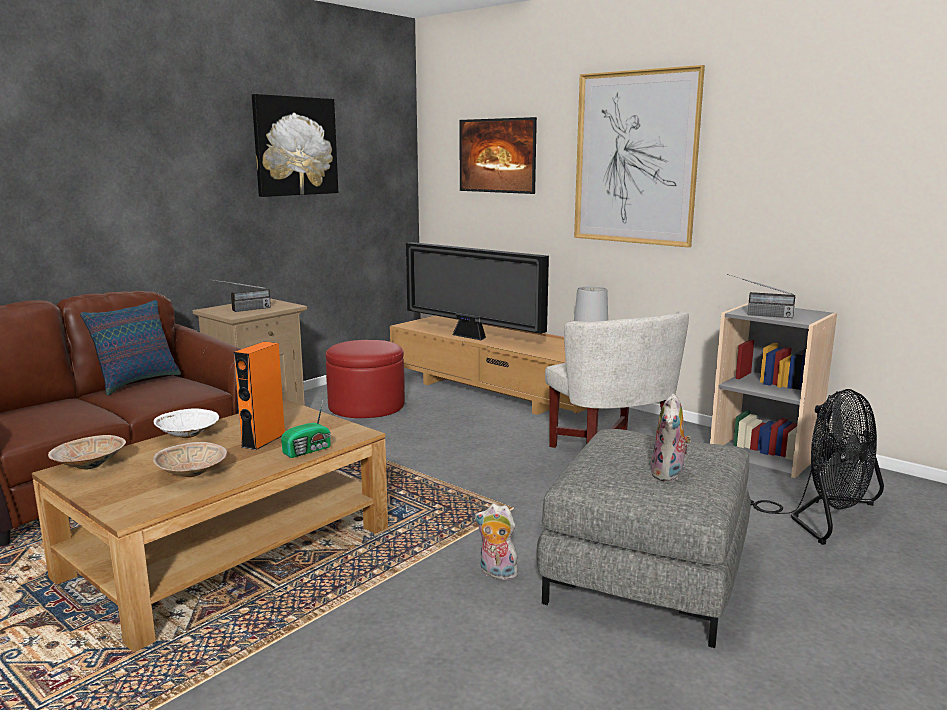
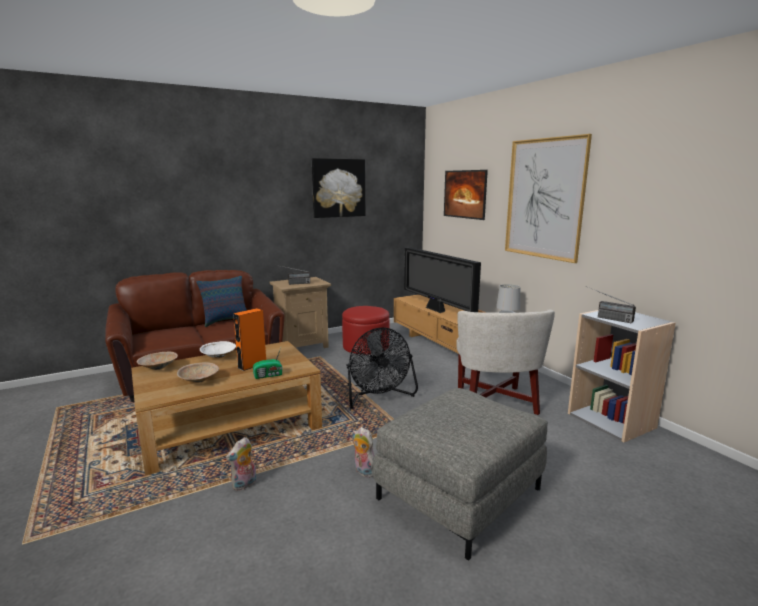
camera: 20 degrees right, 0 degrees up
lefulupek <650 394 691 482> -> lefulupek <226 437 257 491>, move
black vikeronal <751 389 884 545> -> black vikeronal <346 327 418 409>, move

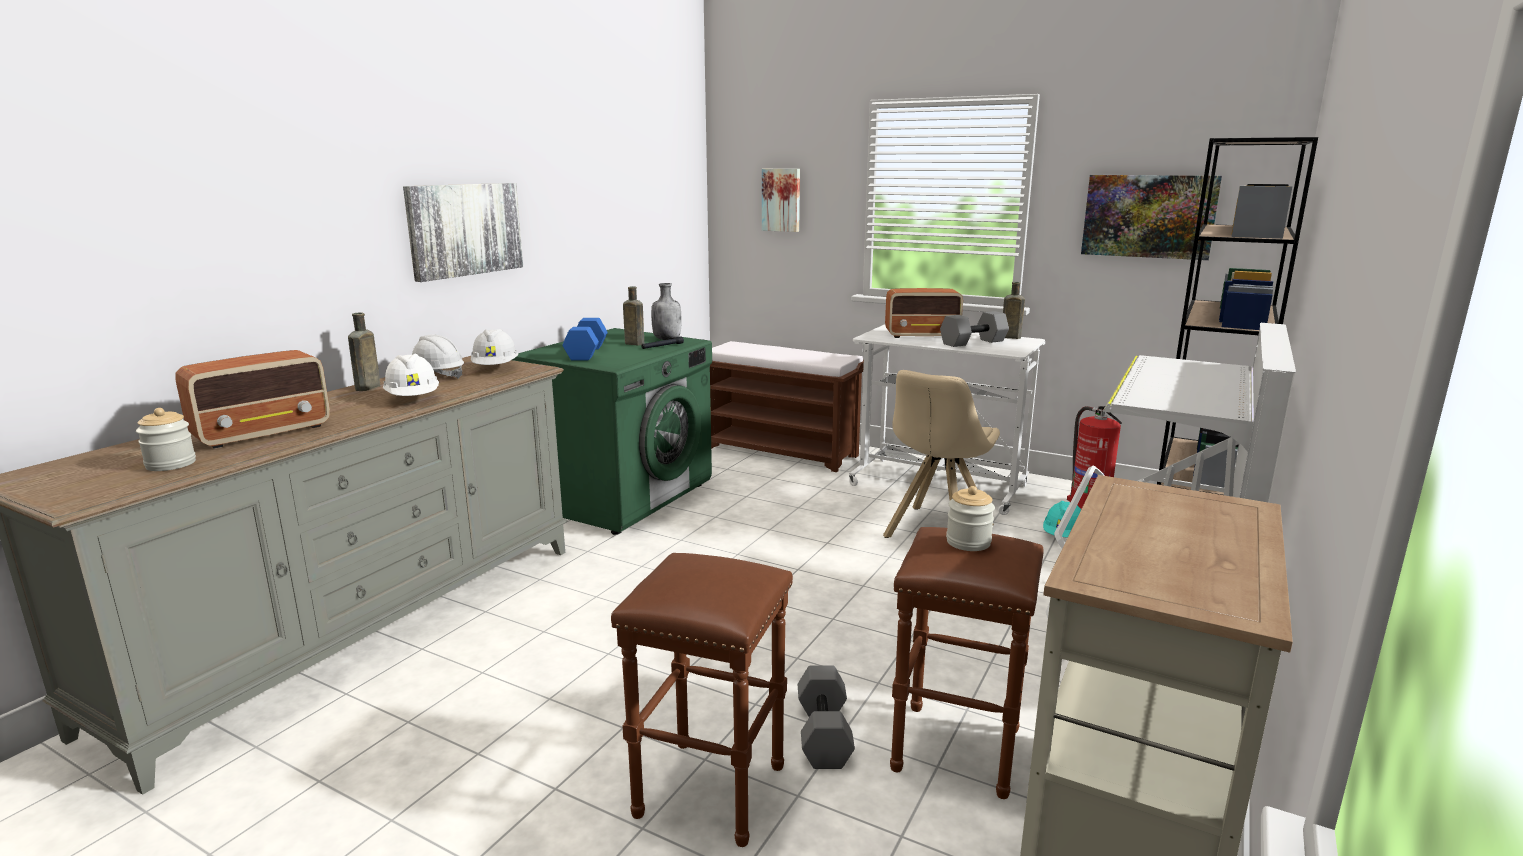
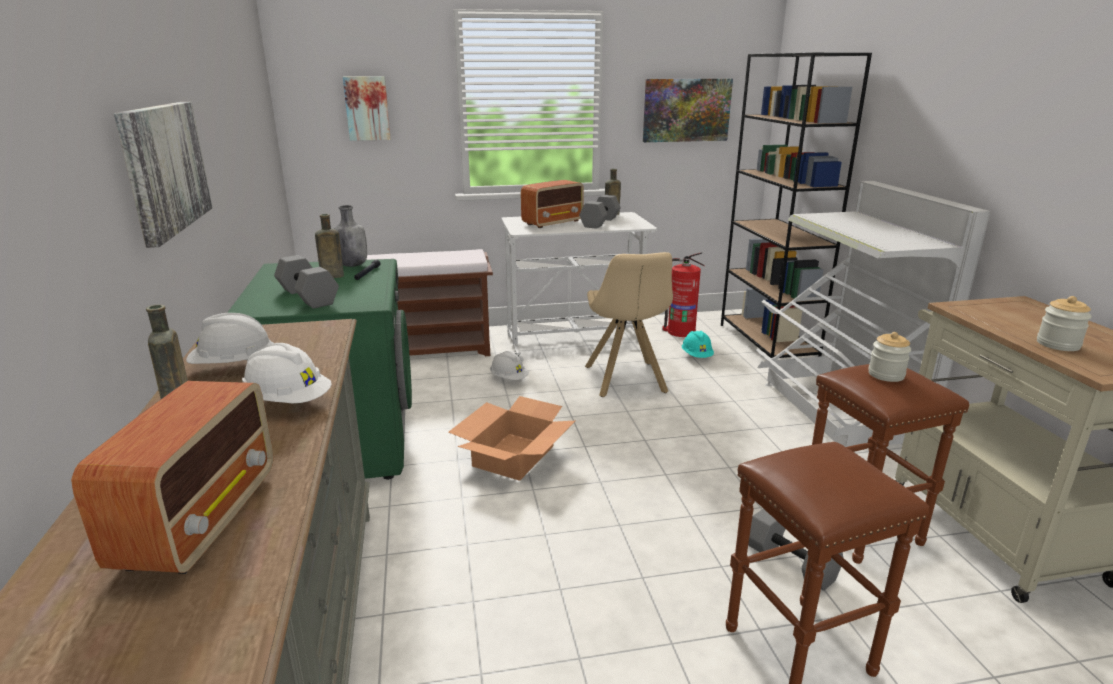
camera: 40 degrees left, 5 degrees up
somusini <136 408 196 471> -> somusini <1037 296 1092 351>, move
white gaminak <471 329 518 365> -> white gaminak <490 351 529 380>, move
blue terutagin <562 318 608 361> -> grey terutagin <274 255 339 309>
none -> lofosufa <449 396 575 481>

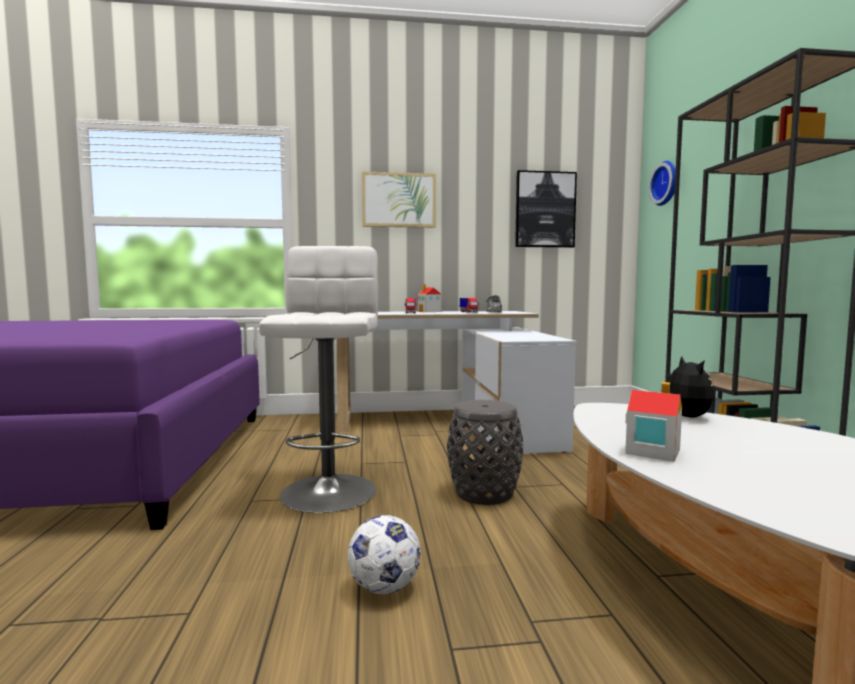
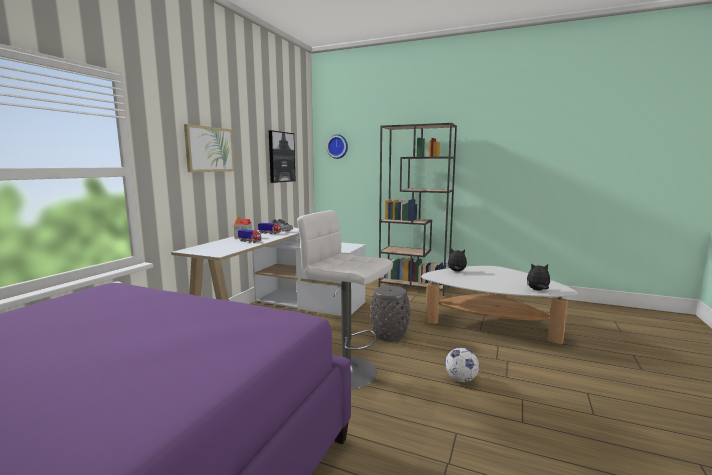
camera: 60 degrees left, 5 degrees up
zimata <625 382 682 462> -> none
none -> lefulupek <527 263 550 290>

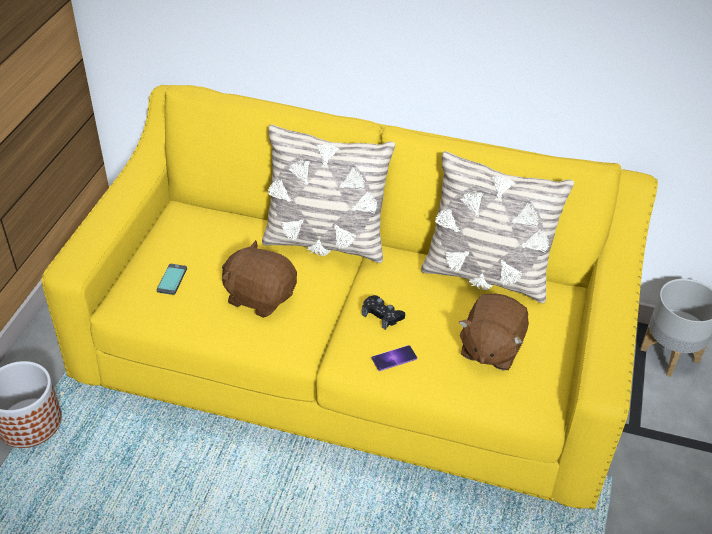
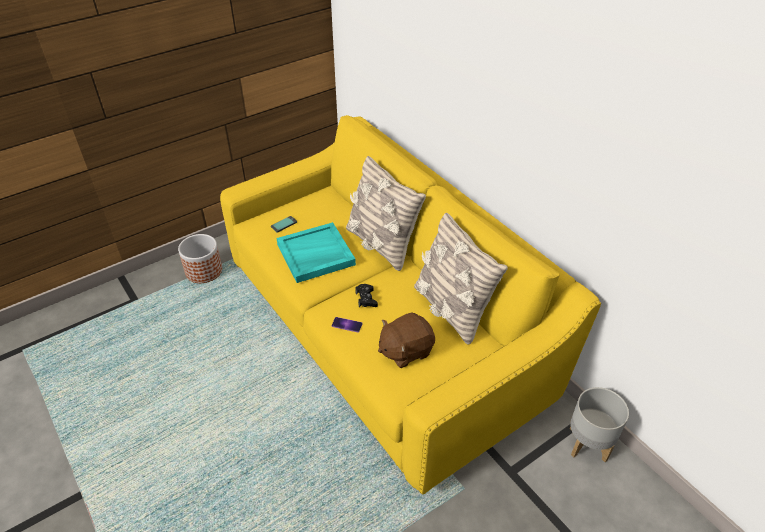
camera: 40 degrees right, 0 degrees up
brown lefulupek <222 240 297 318> -> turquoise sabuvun <277 222 356 283>

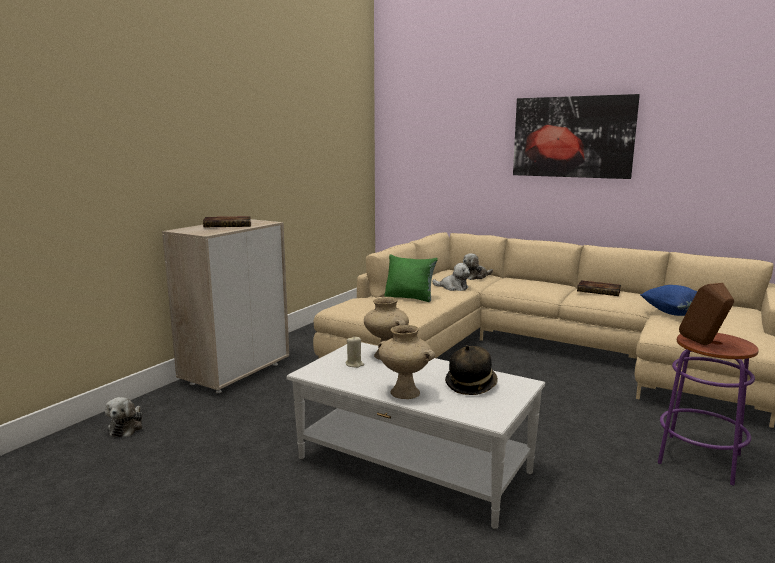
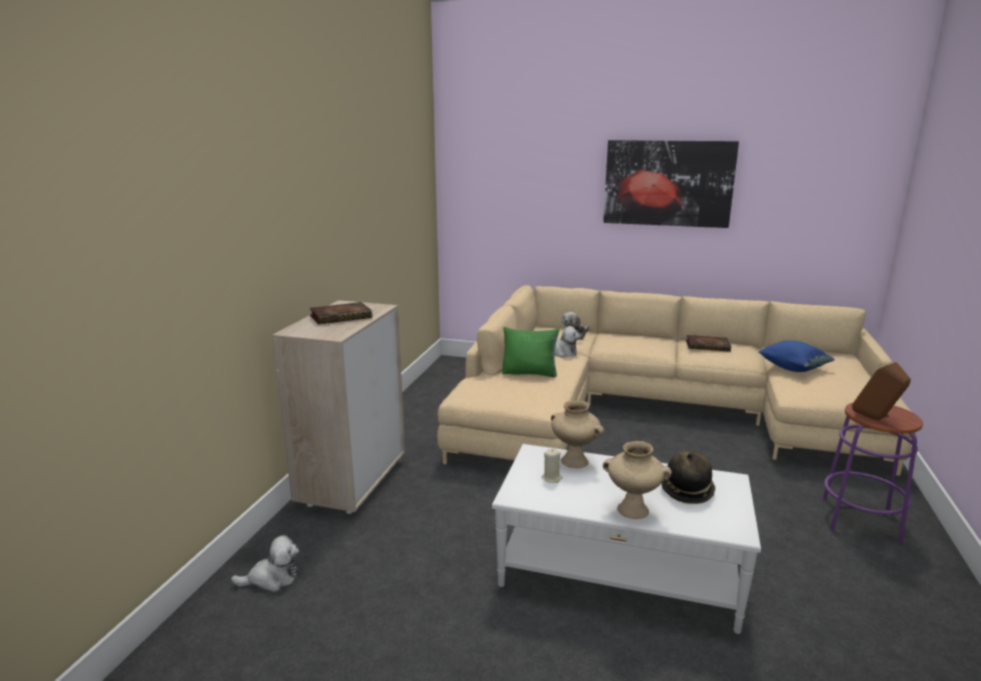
camera: 15 degrees left, 5 degrees up
lefulupek <105 397 143 437> -> lefulupek <231 535 299 592>, 90 degrees counterclockwise

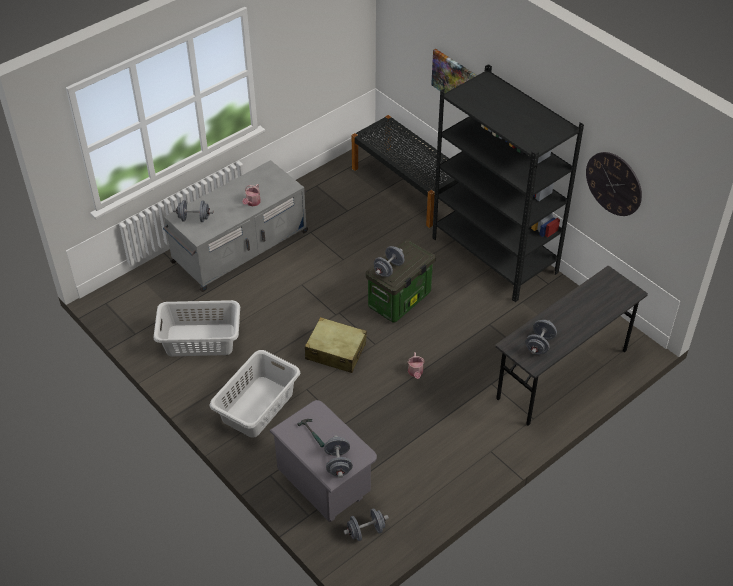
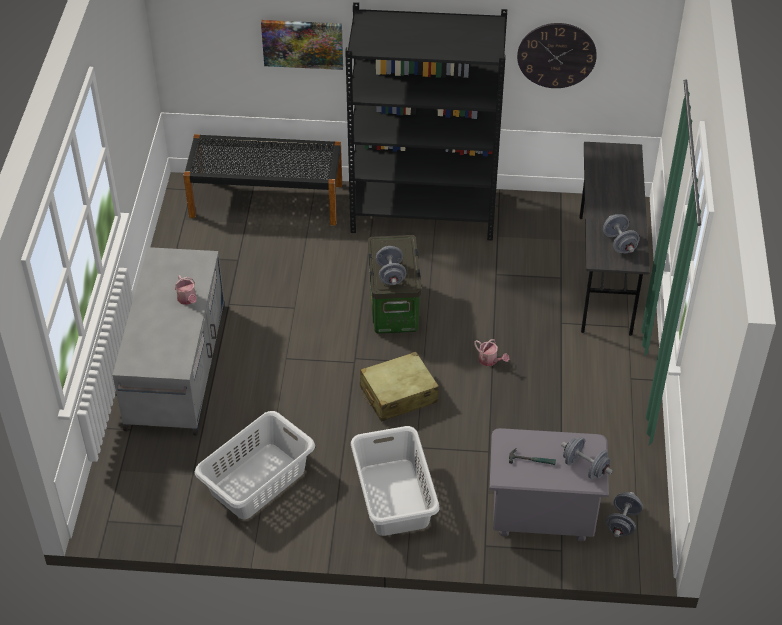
camera: 45 degrees left, 0 degrees up
grey terutagin <173 200 213 222> -> none

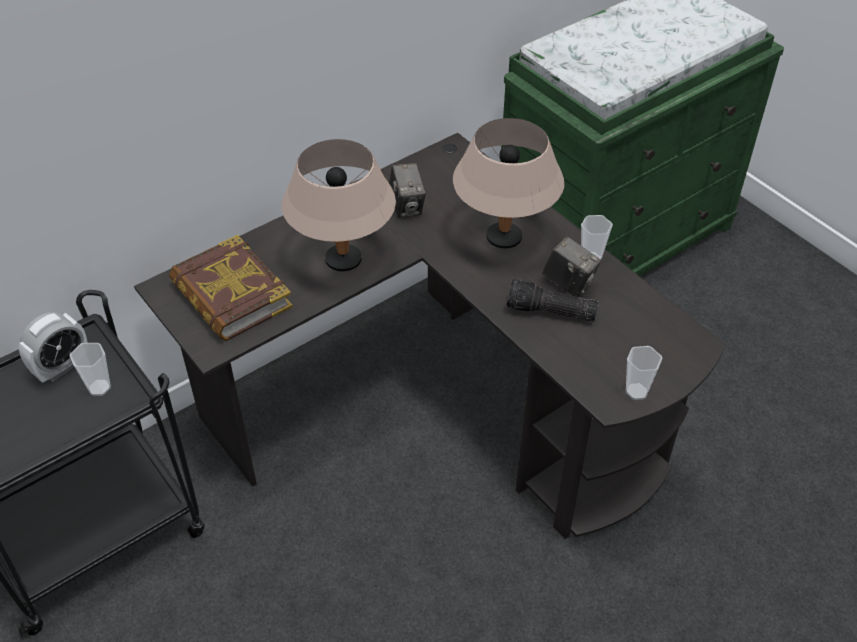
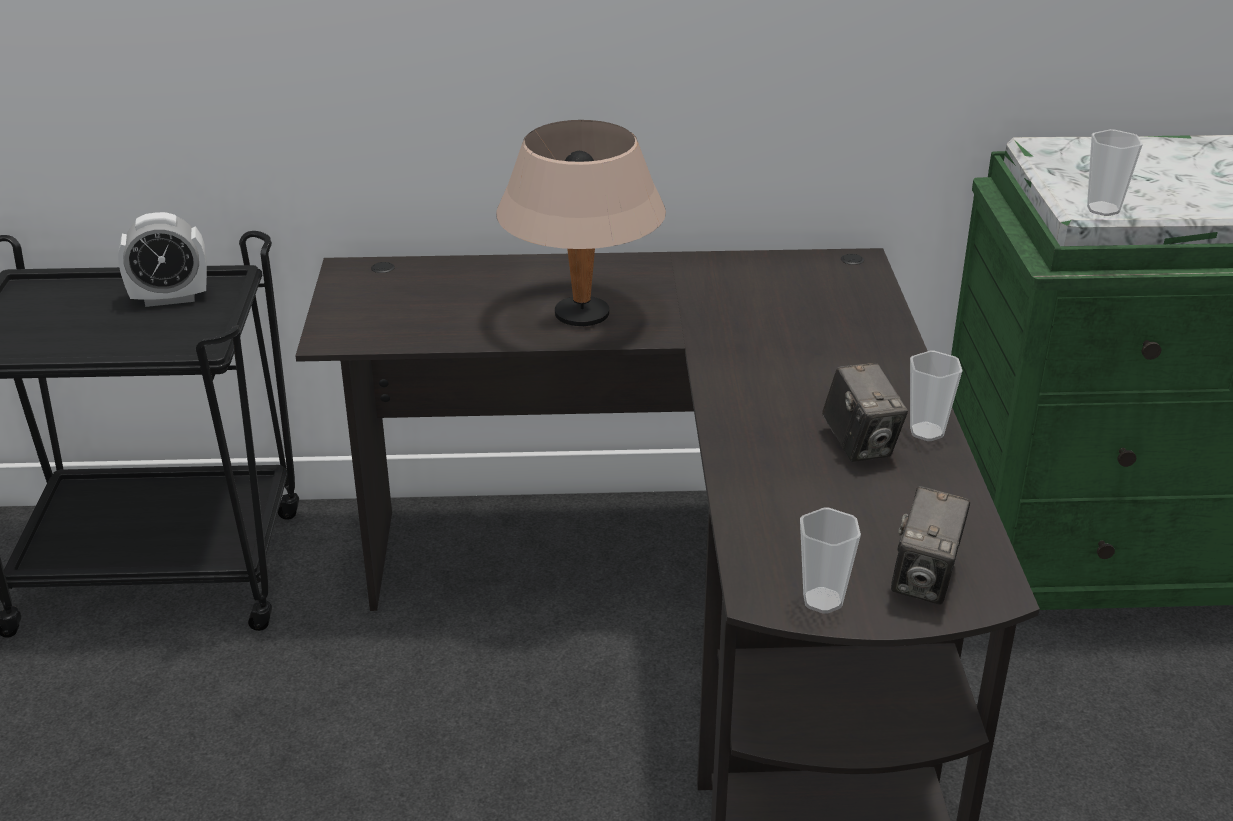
camera: 35 degrees right, 15 degrees down
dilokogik <70 343 111 396> -> dilokogik <1087 129 1143 216>, move
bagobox <169 235 293 341> -> none
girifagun <389 163 426 218> -> girifagun <891 486 970 605>, move
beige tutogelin <453 118 564 248> -> none
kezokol <506 279 599 322> -> none

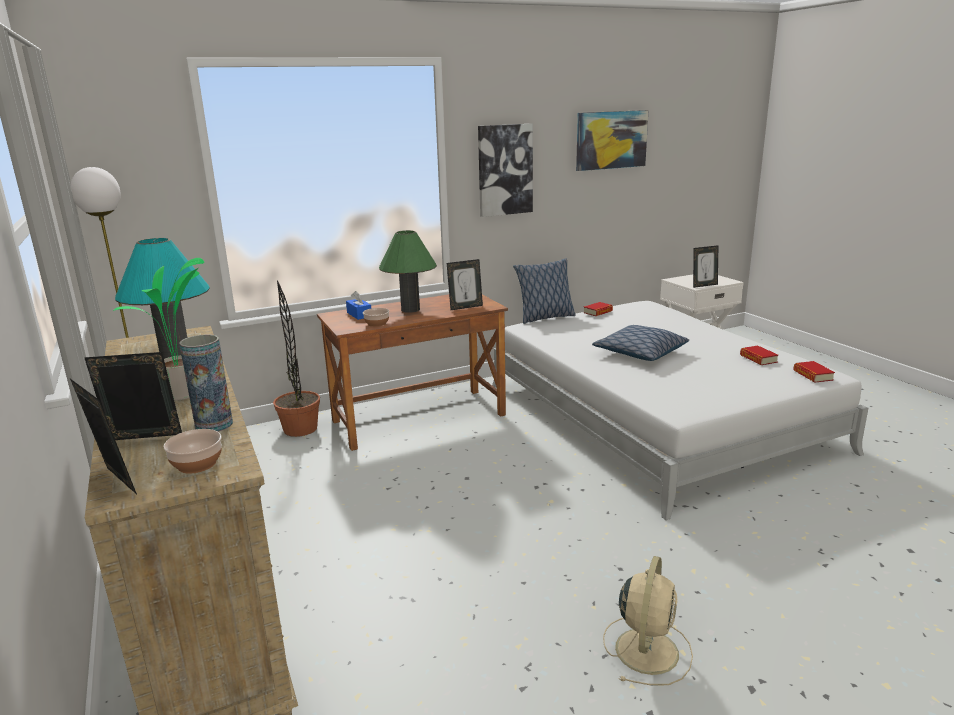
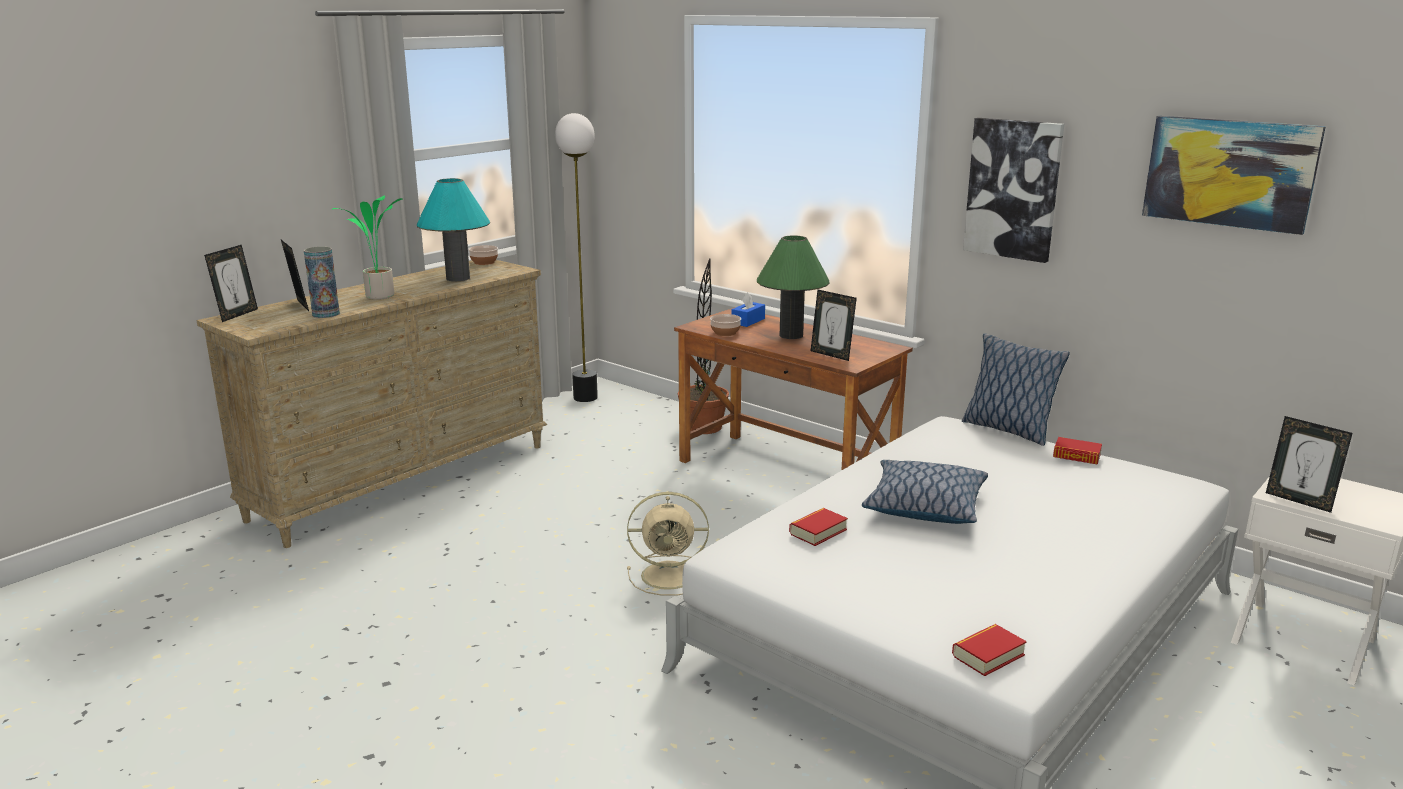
camera: 65 degrees right, 0 degrees up
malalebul <163 429 222 474> -> malalebul <468 245 498 265>, move
beige vikeronal <603 556 693 686> -> beige vikeronal <627 492 709 596>, move
bagobox <740 345 778 365> -> bagobox <789 508 848 546>, move

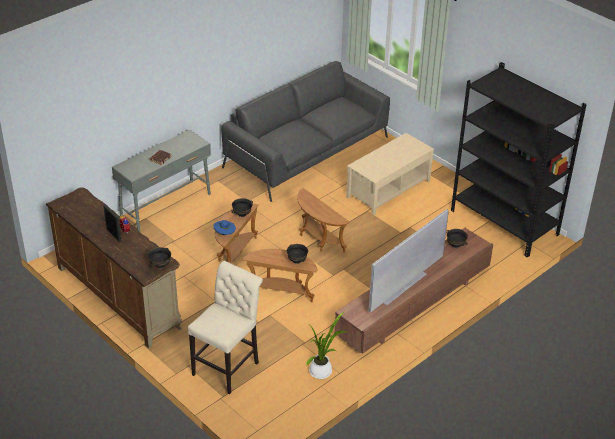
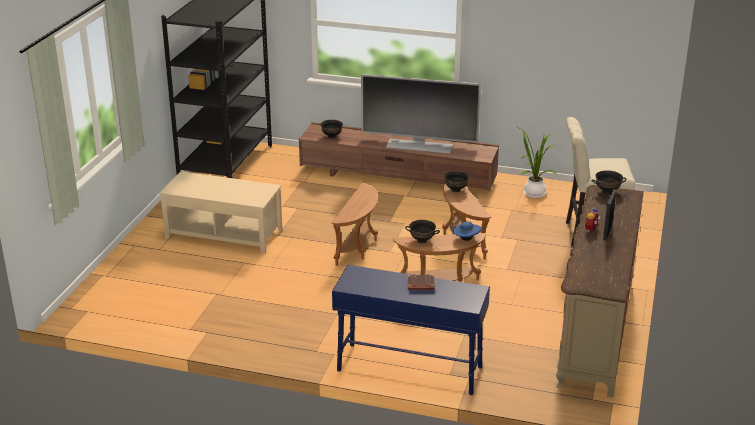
camera: 120 degrees left, 10 degrees down
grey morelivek <112 130 211 232> -> blue morelivek <332 265 490 395>
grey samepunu <221 61 390 202> -> none

